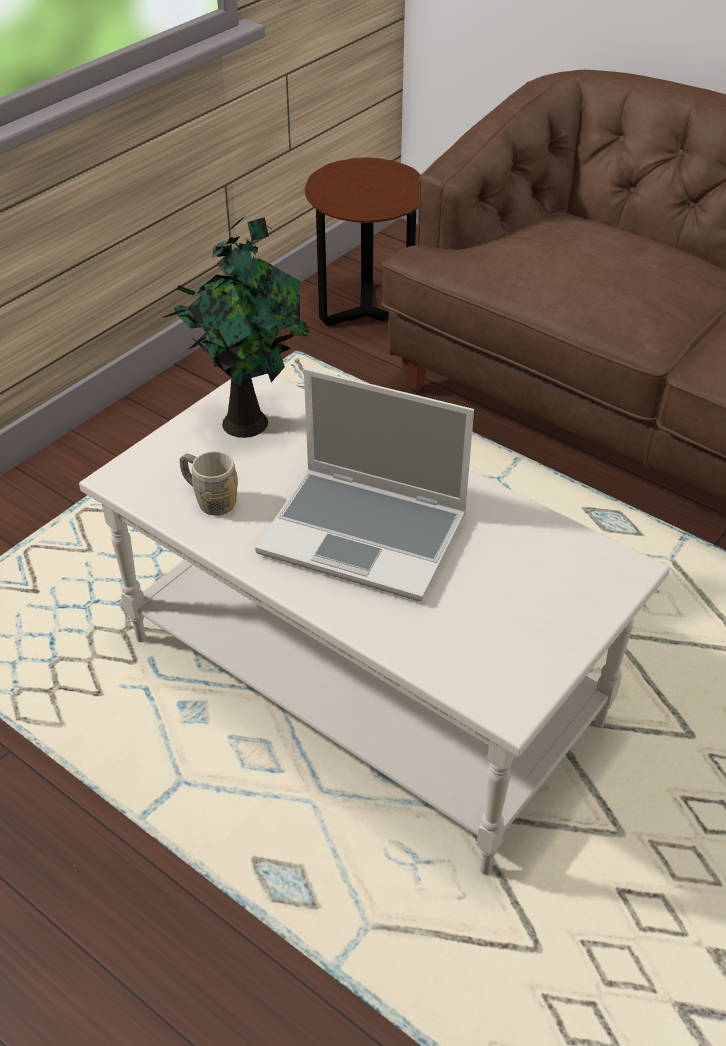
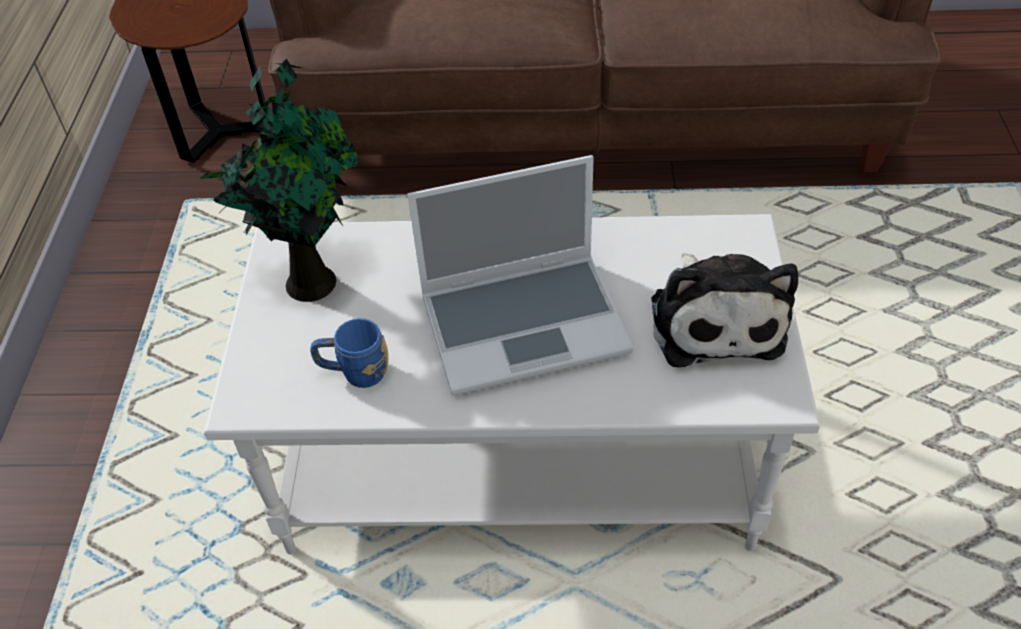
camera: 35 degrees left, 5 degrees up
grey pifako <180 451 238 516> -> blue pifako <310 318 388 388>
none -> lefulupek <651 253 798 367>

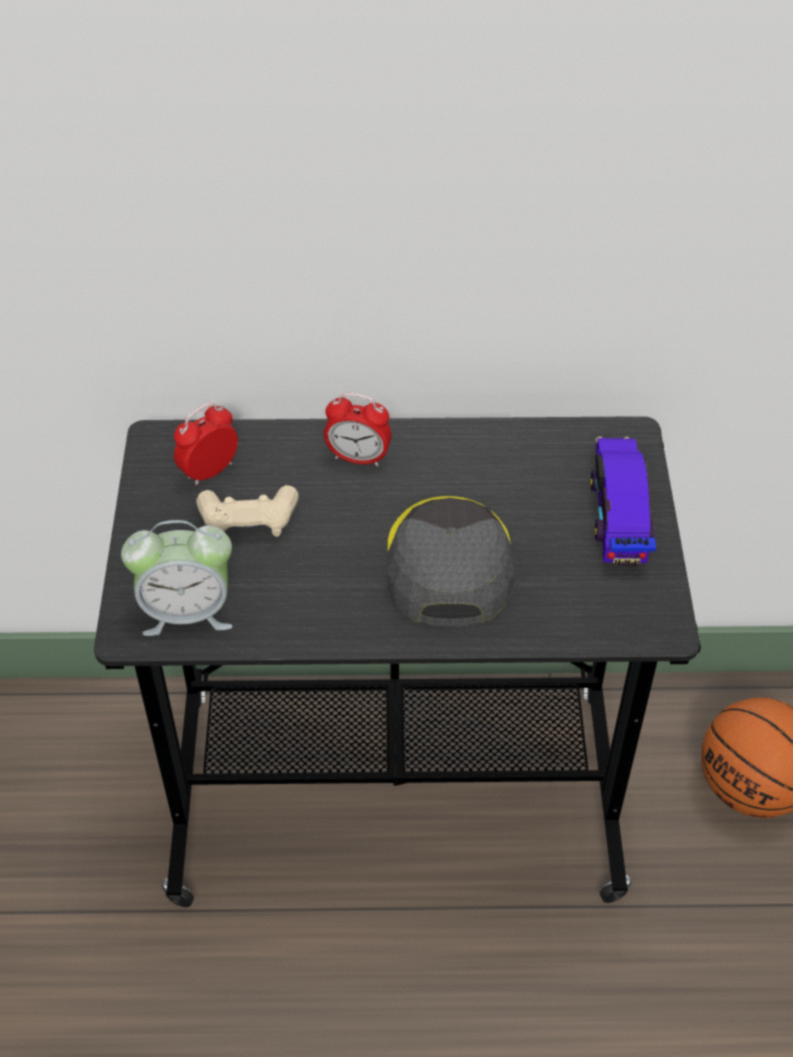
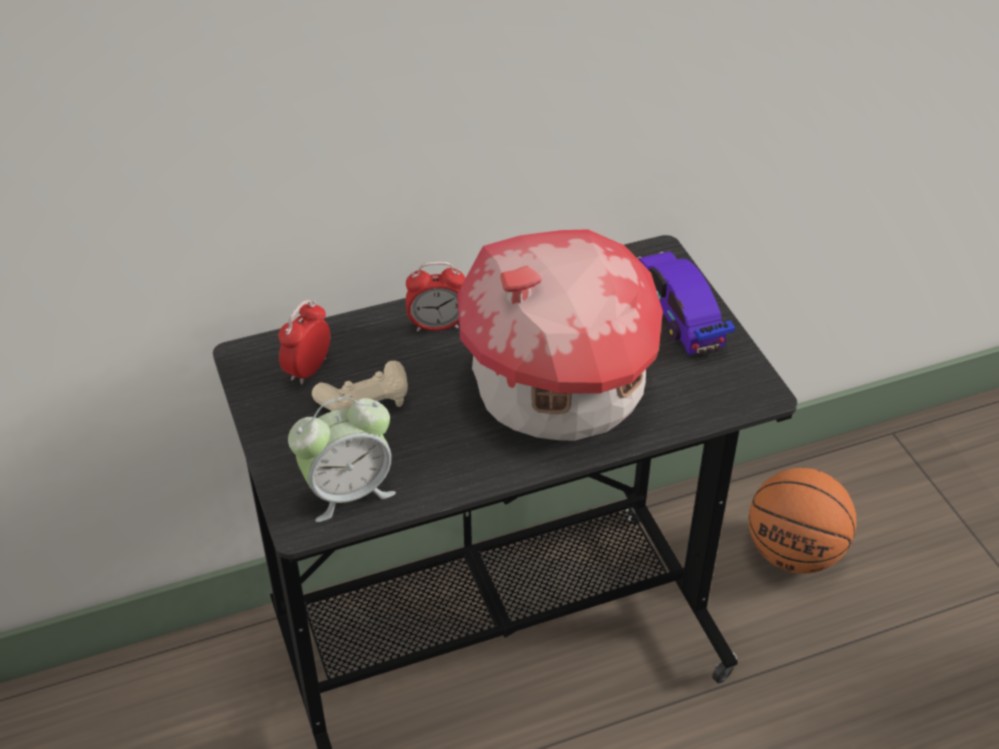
camera: 20 degrees left, 5 degrees down
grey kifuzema <387 496 515 627> -> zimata <457 229 663 441>

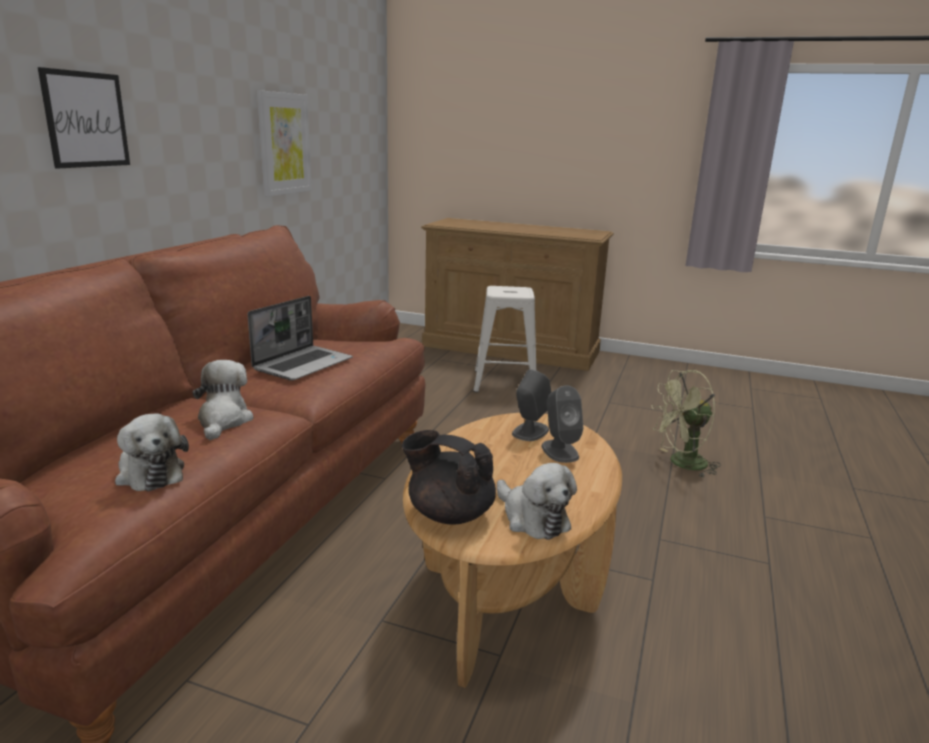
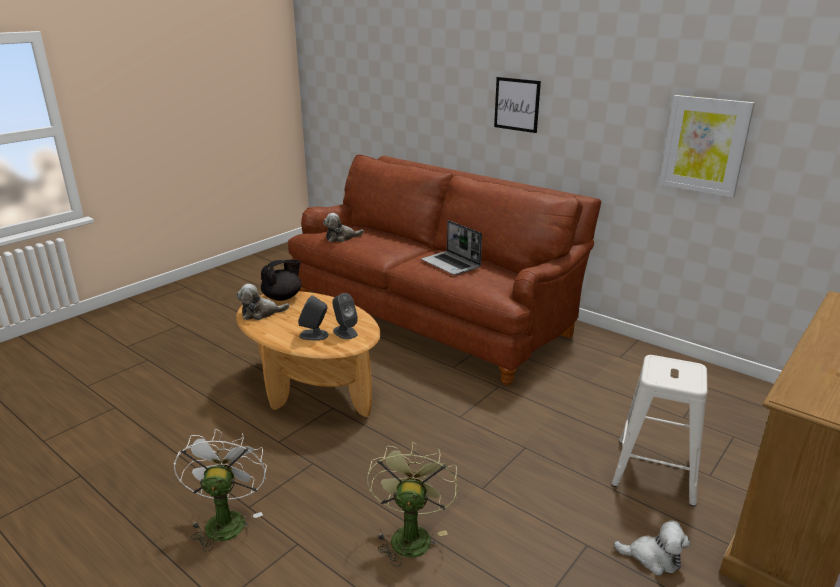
camera: 110 degrees right, 5 degrees up
lefulupek <192 360 254 440> -> lefulupek <614 520 690 576>, move
none -> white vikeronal <174 429 267 551>

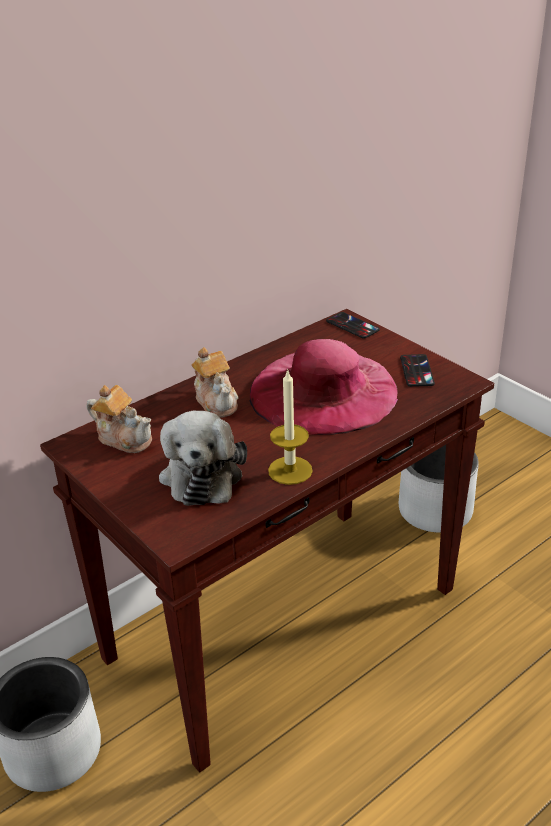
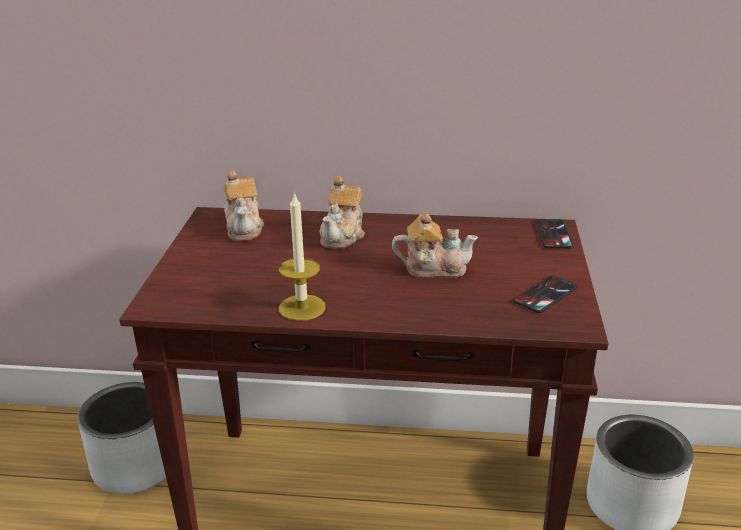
camera: 45 degrees right, 5 degrees down
lefulupek <159 411 247 506> -> none
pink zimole <250 339 398 435> -> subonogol <392 212 478 278>

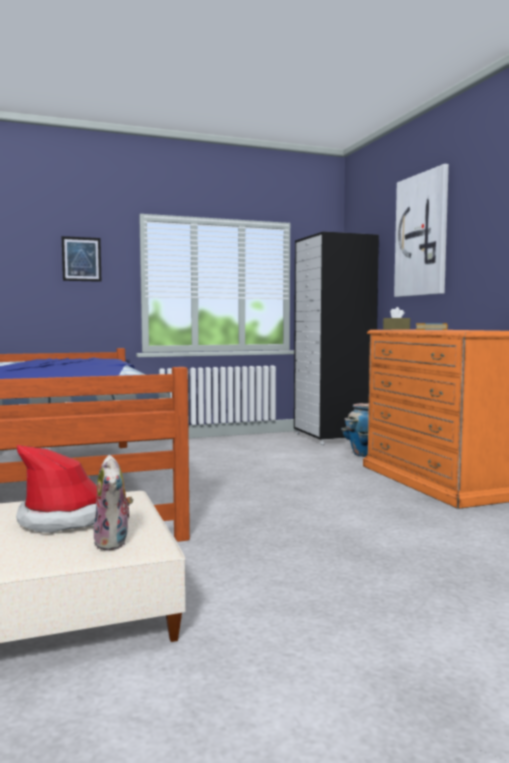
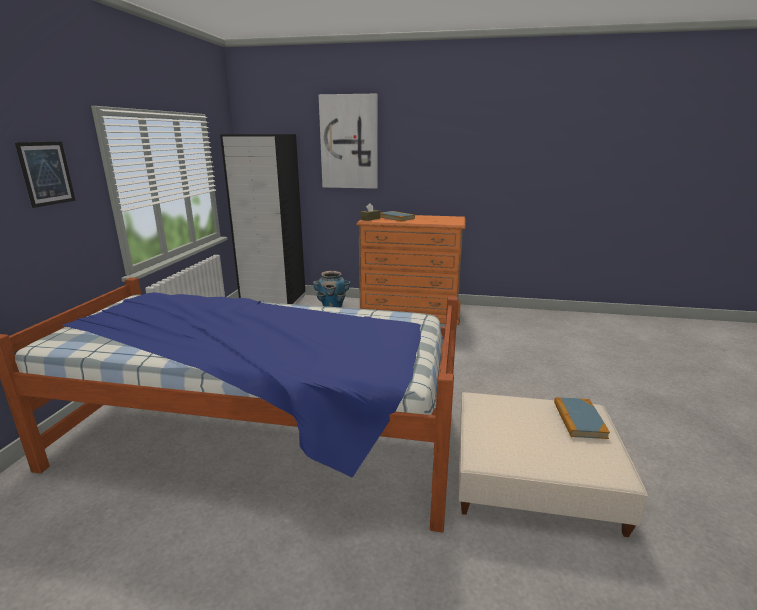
camera: 60 degrees left, 15 degrees up
zimole <16 445 97 533> -> none
lefulupek <93 455 133 550> -> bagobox <554 397 610 439>

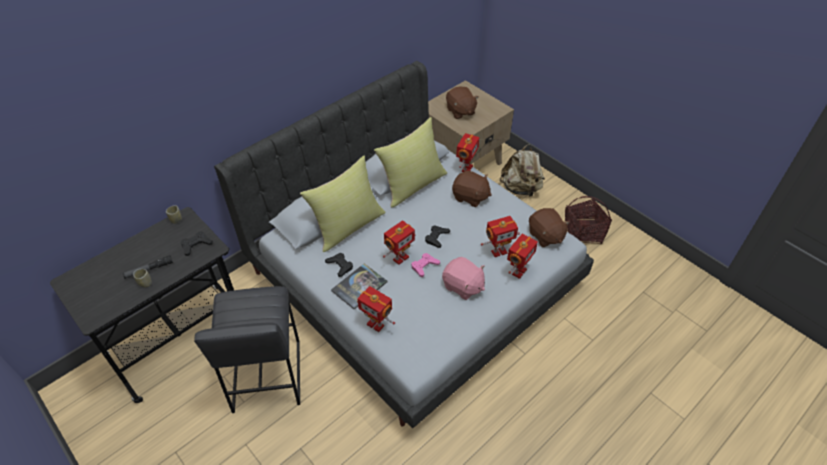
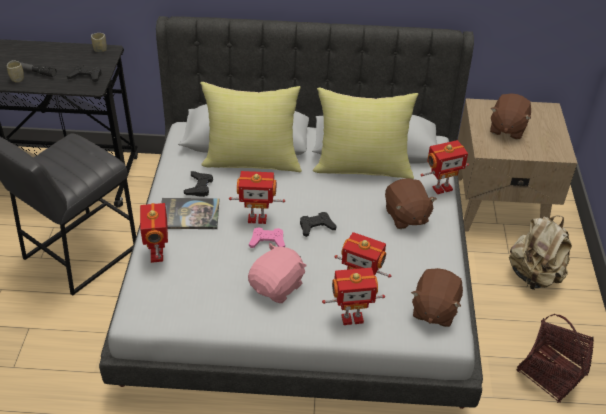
camera: 45 degrees right, 5 degrees down
pink lefulupek <442 257 485 300> -> pink lefulupek <248 243 307 303>, 135 degrees counterclockwise

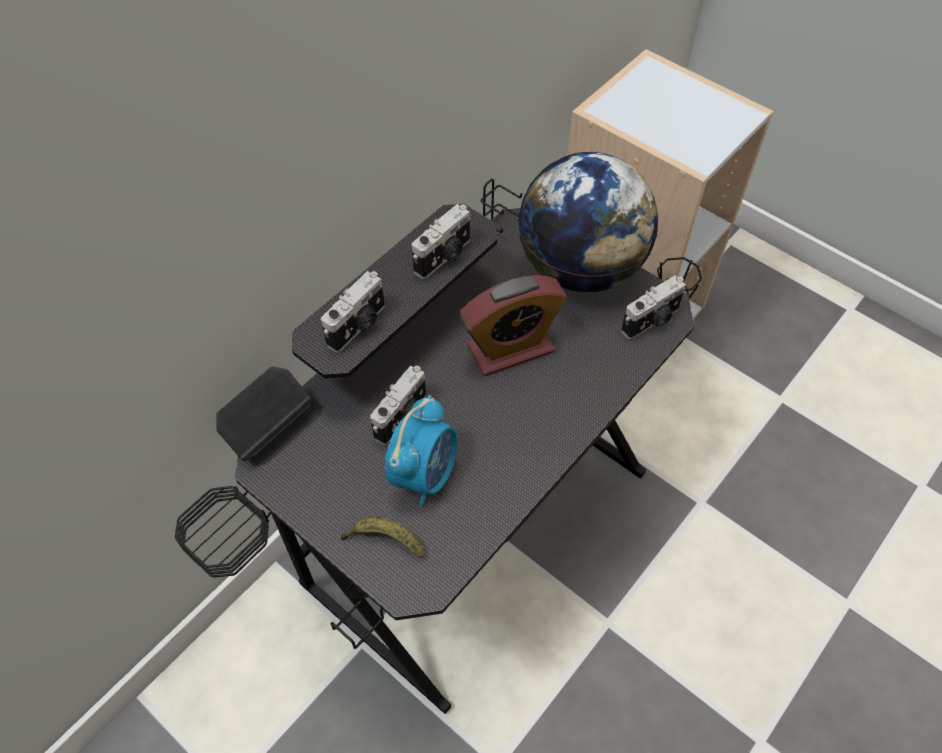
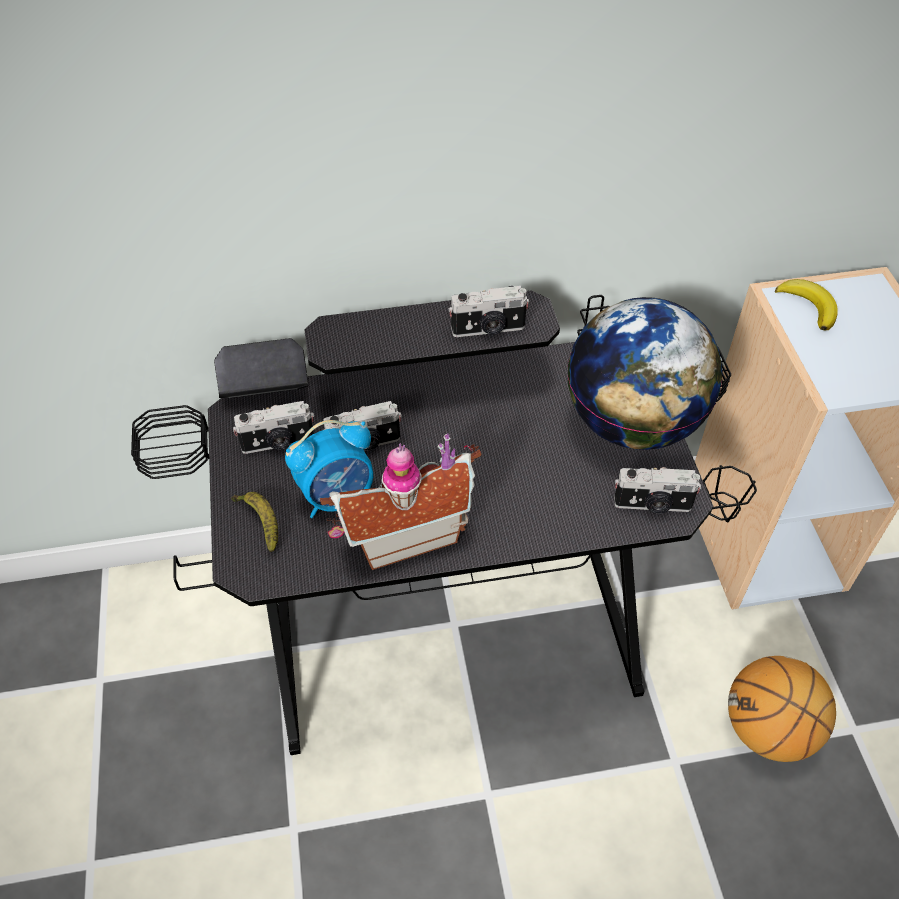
camera: 40 degrees right, 5 degrees down
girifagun <321 271 385 353> -> girifagun <233 401 314 454>, move
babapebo <460 275 567 376> -> none
none -> zimata <320 434 481 570>
none -> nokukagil <728 656 836 762>
none -> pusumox <775 279 838 330>

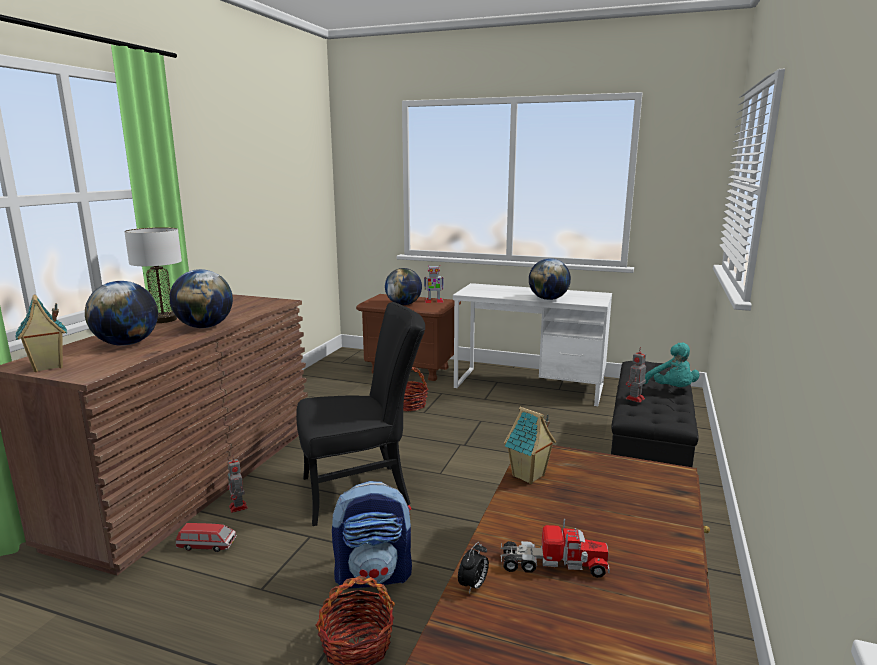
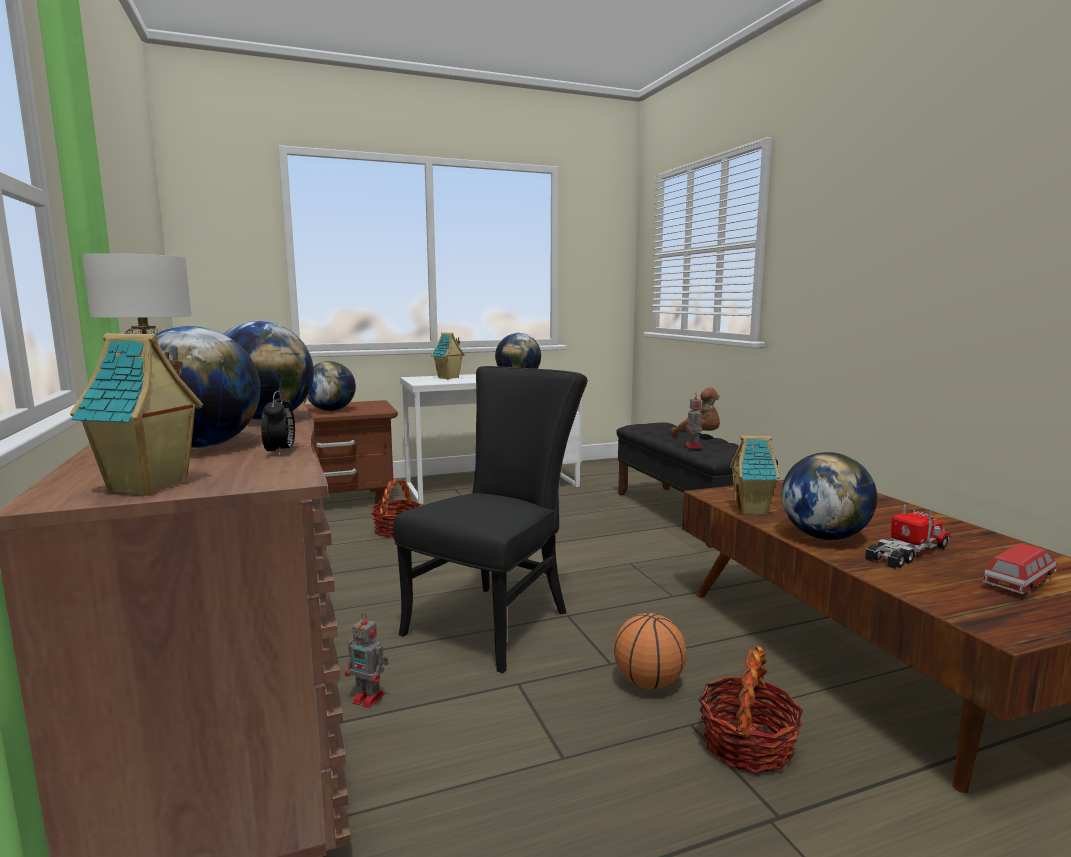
camera: 40 degrees left, 5 degrees down
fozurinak <175 523 237 552> -> fozurinak <983 543 1059 595>, move
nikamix <332 481 412 589> -> nokukagil <614 613 687 689>
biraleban <424 266 444 303> -> none
babapebo <458 542 489 593> -> babapebo <261 391 295 456>, move
turquoise lefulupek <644 343 699 387> -> brown lefulupek <671 387 720 437>
none -> zimata <431 332 465 379>
none -> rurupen <781 452 877 540>

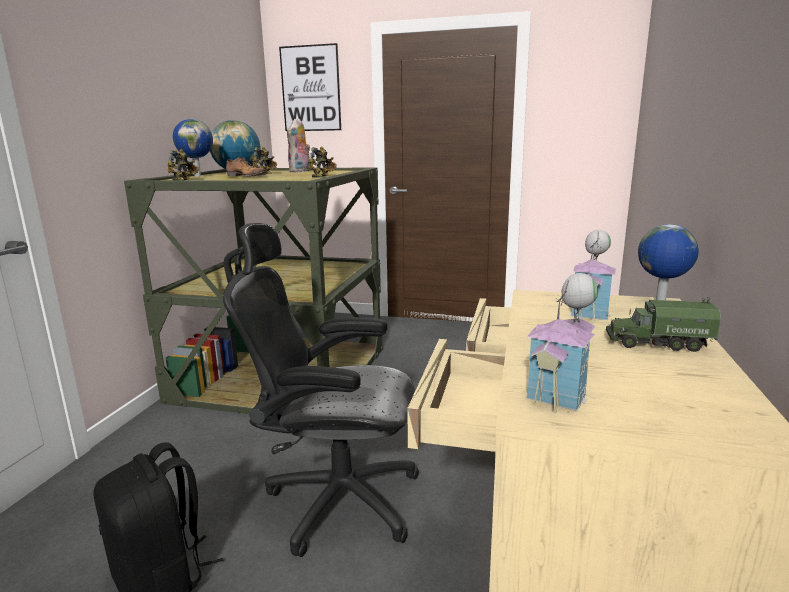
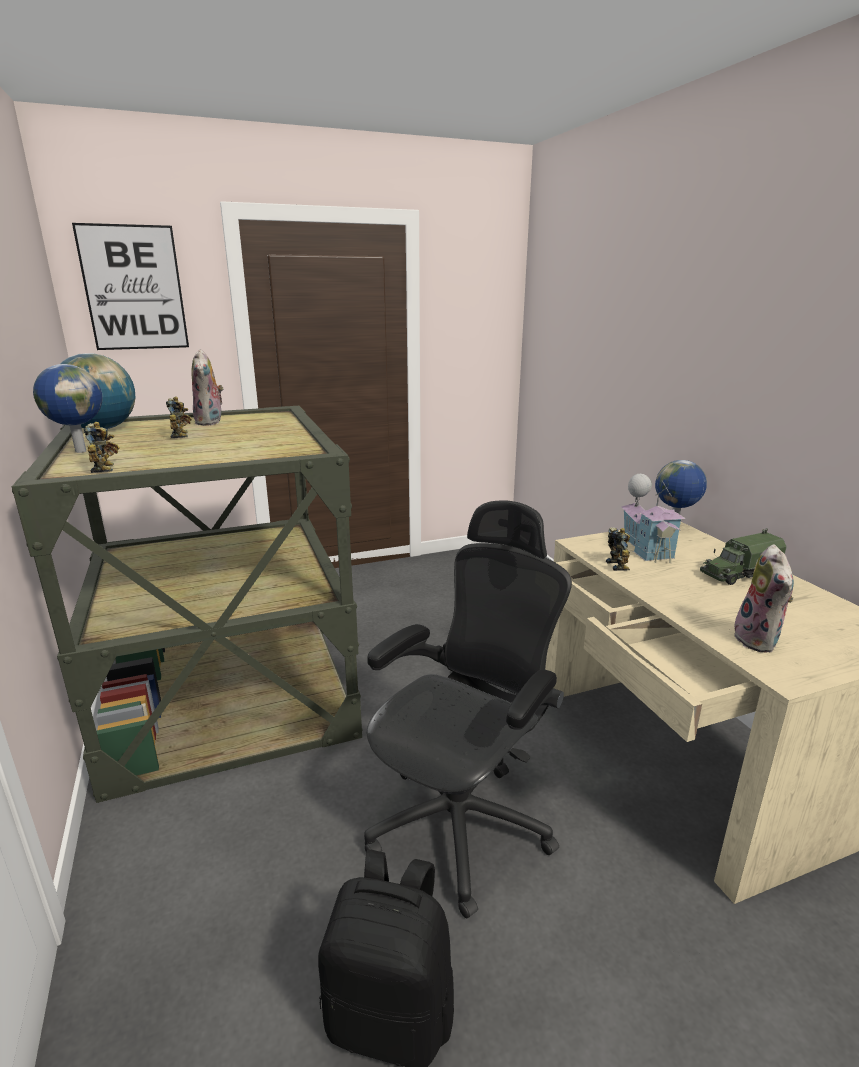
camera: 35 degrees left, 5 degrees up
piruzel <223 223 419 557> -> piruzel <364 501 572 918>, 150 degrees clockwise
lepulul <226 157 266 177> -> none
biraleban <308 147 337 177> -> biraleban <606 527 630 571>, move
zimata <526 273 598 413> -> lefulupek <734 544 794 653>

